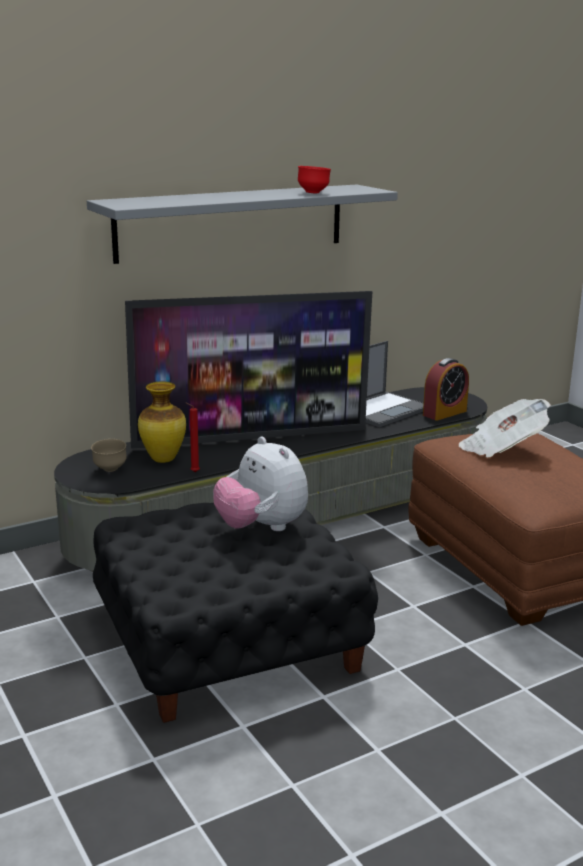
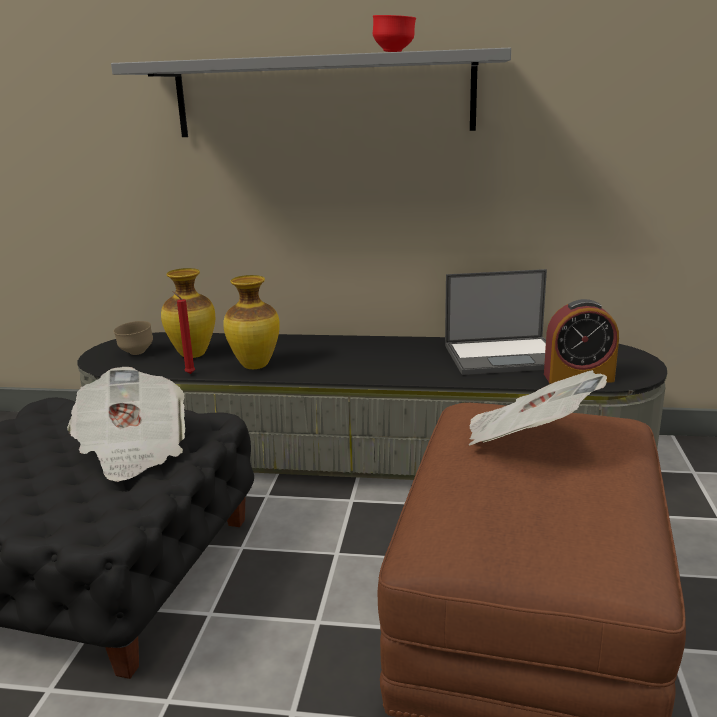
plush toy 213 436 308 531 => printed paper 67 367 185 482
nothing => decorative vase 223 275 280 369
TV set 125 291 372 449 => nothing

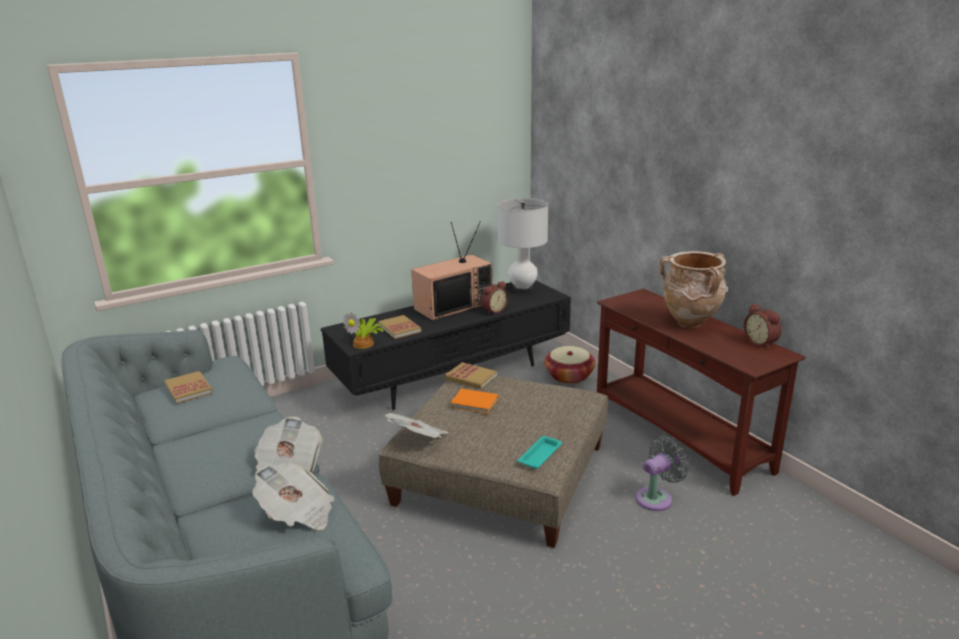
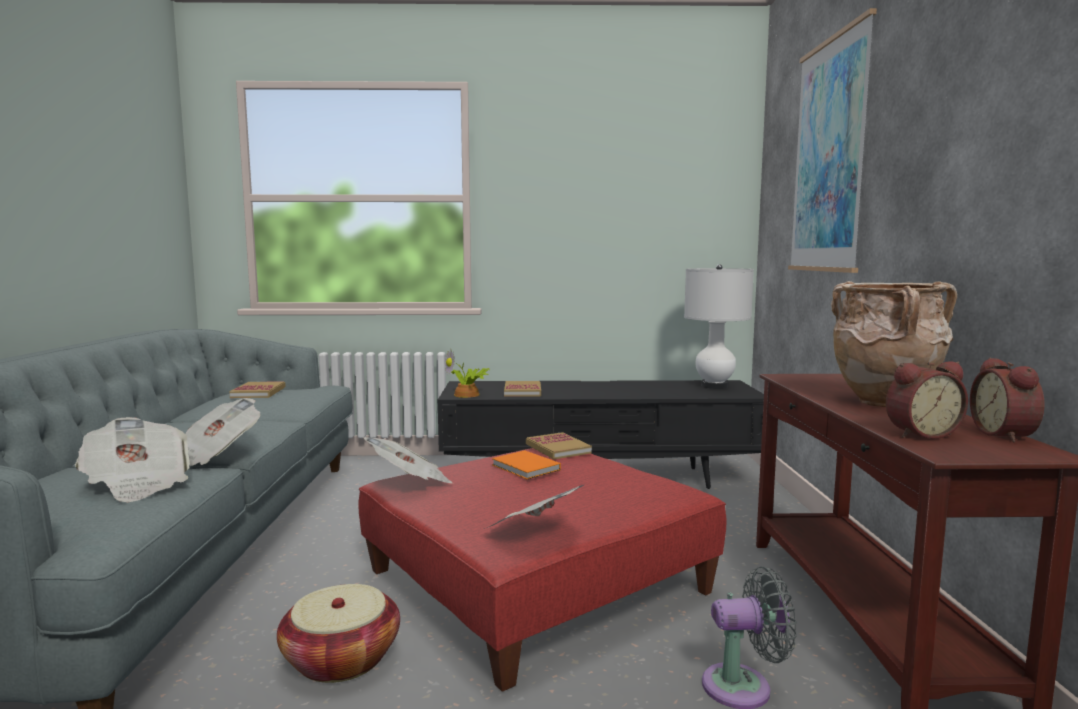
storage basket 544 346 595 384 => storage basket 277 584 400 683, shifted
footrest/sand-coloured 378 376 608 548 => footrest/red-coloured 358 448 727 692
tray/turquoise-coloured 517 436 562 469 => printed paper 484 485 584 529
nothing => wall picture 788 8 877 273
table clock 481 281 508 314 => table clock 886 361 968 439, shifted
TV set 411 221 493 321 => nothing

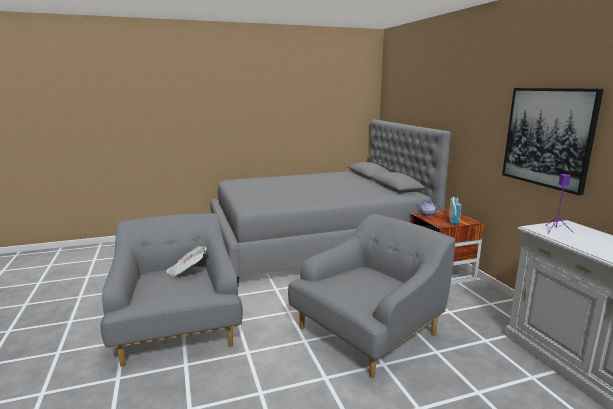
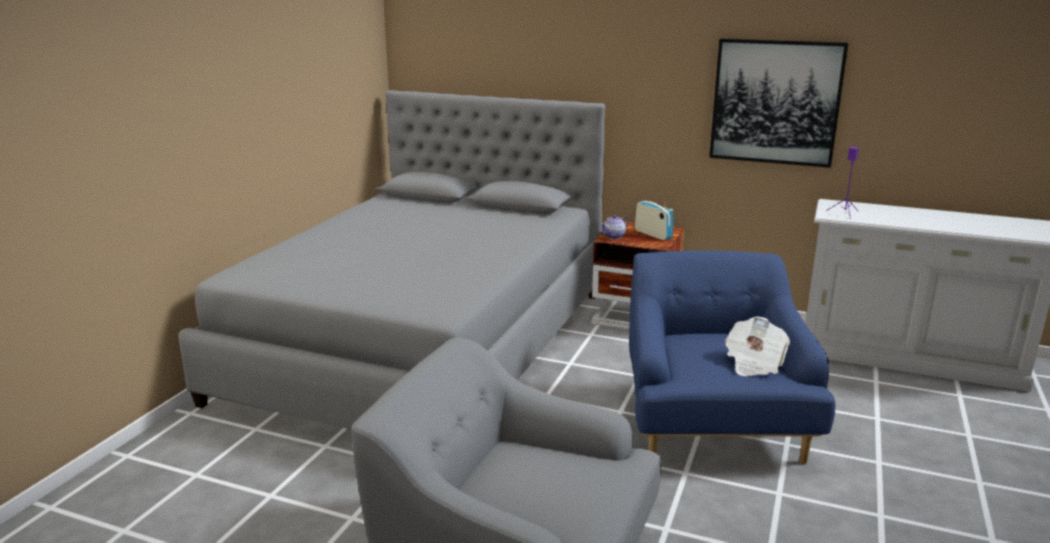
armchair/grey 288 214 455 378 => armchair/blue-coloured 629 251 835 464
printed paper 166 246 207 277 => printed paper 725 317 790 376, shifted

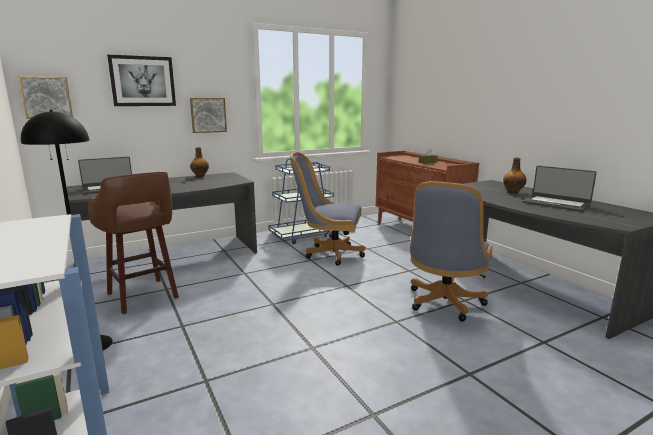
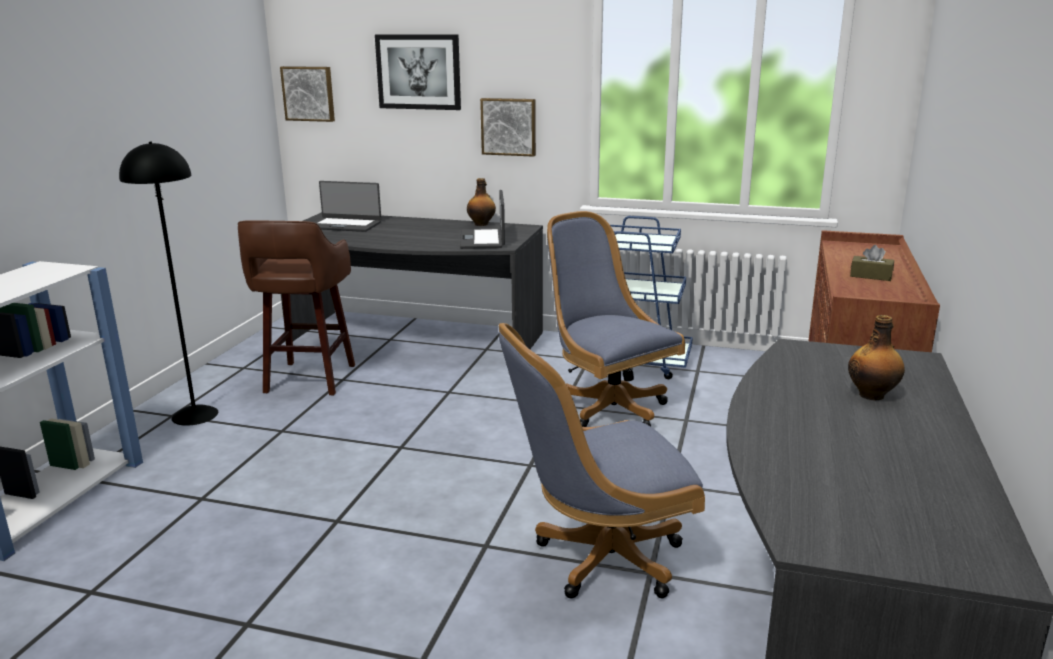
notebook computer 522 166 597 212 => notebook computer 460 190 505 249, shifted

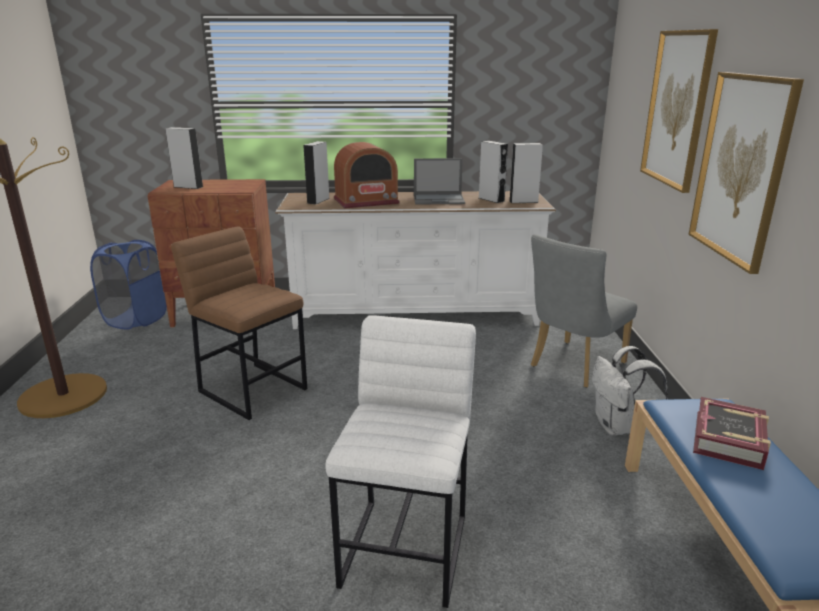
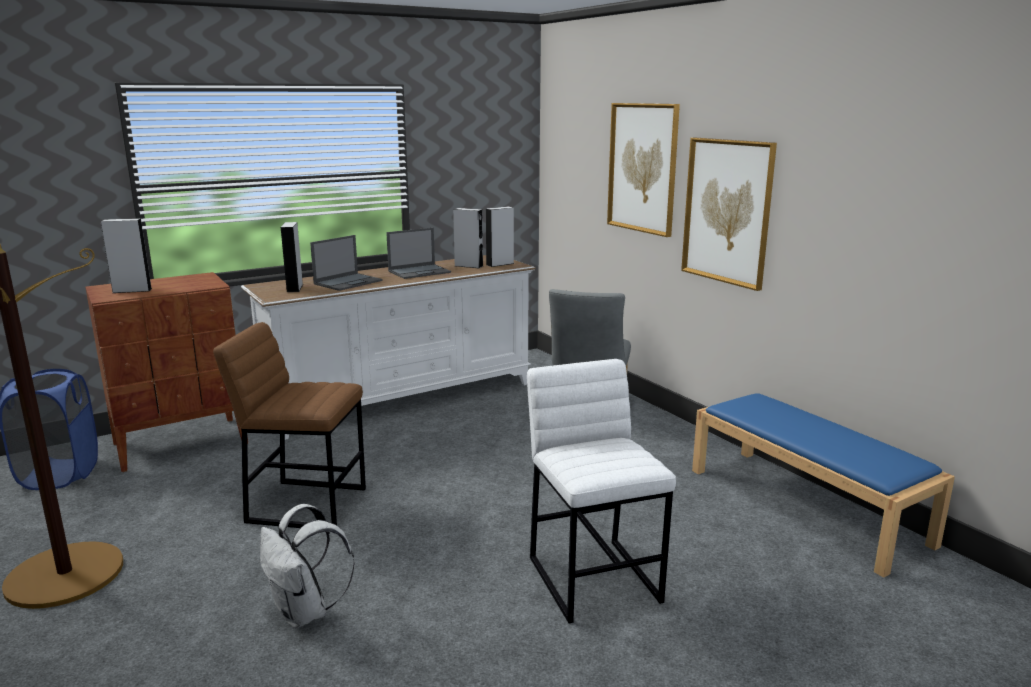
rucksack/whitish 592 346 668 436 => rucksack/whitish 260 504 355 628, shifted
radio receiver 334 142 400 209 => notebook computer 310 235 382 291
bound book 693 397 771 470 => nothing

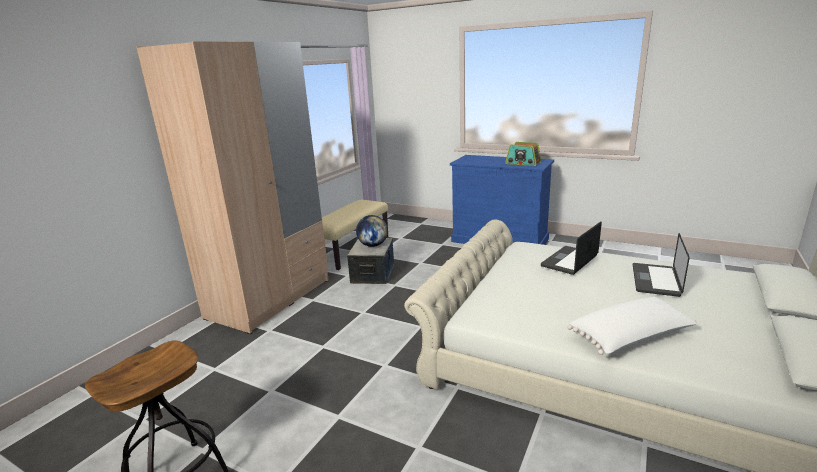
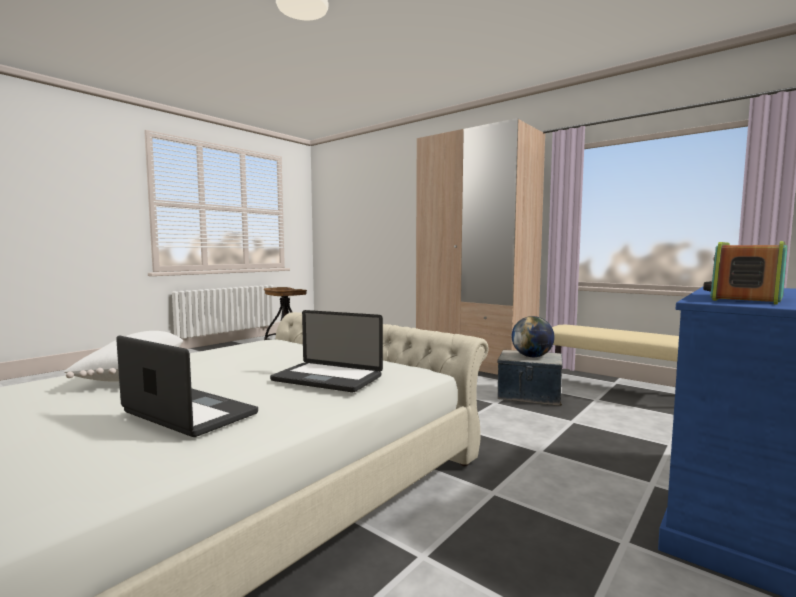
notebook computer 541 221 602 275 => notebook computer 270 310 383 392, 150 degrees clockwise

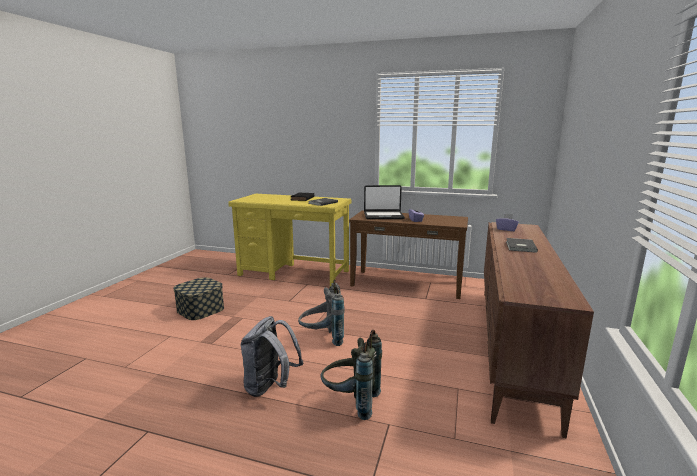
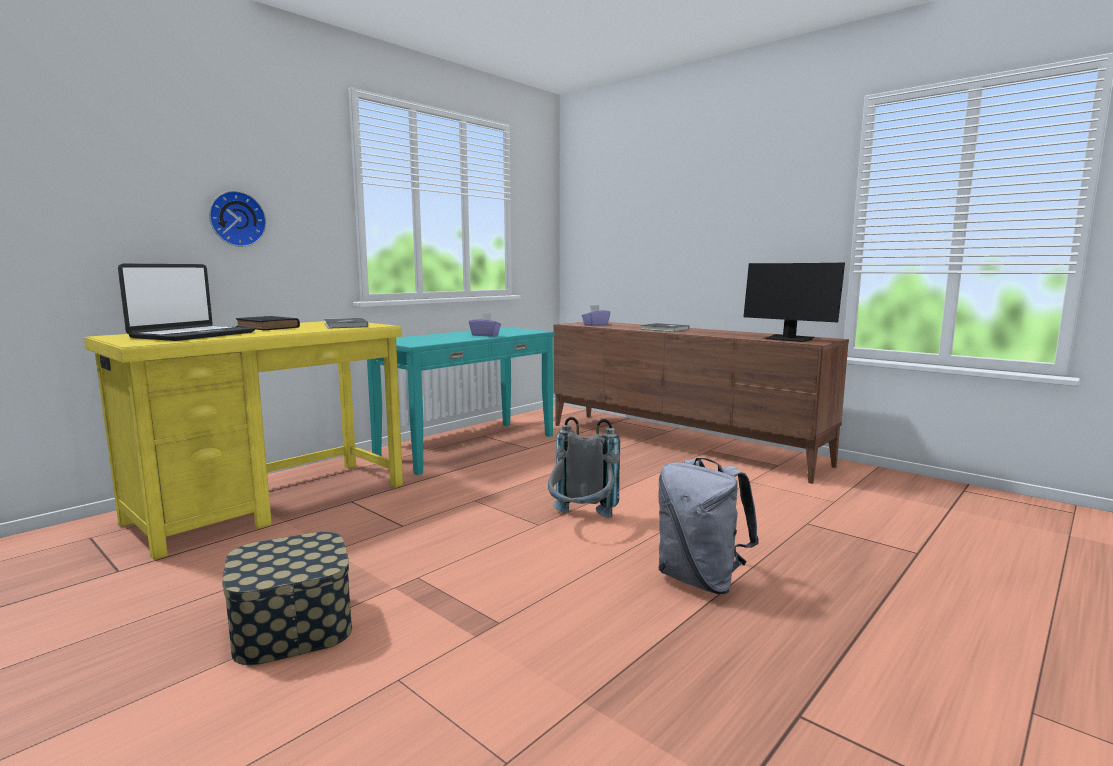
notebook computer 364 185 405 219 => notebook computer 118 264 255 341, shifted
nothing => wall clock 209 191 266 247
console table/brown-coloured 349 210 468 299 => console table/turquoise-coloured 367 327 554 475
nothing => monitor 744 263 845 342
rucksack/grey 320 330 382 420 => nothing

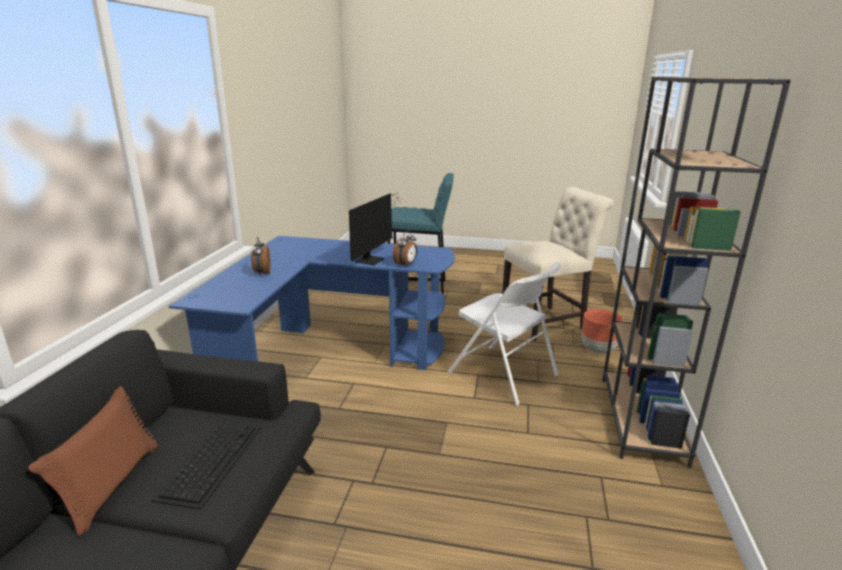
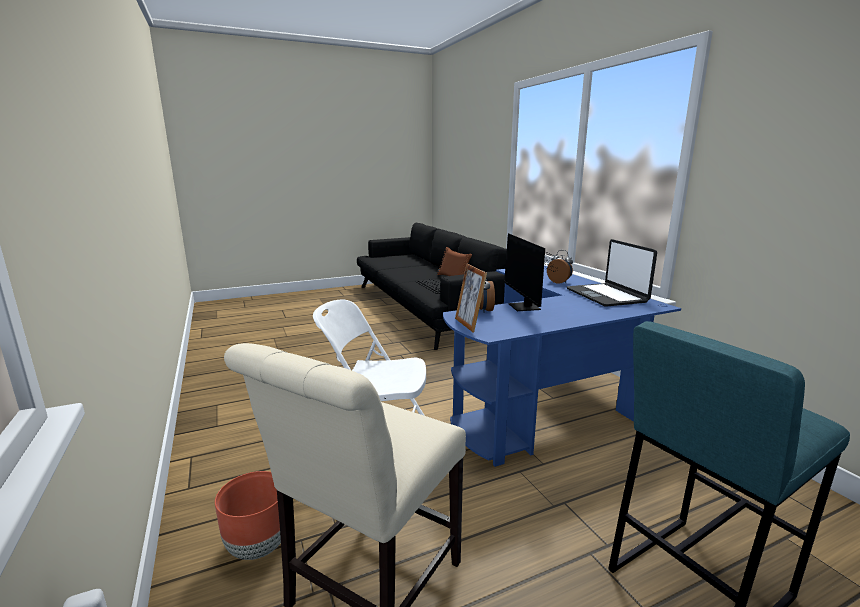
nothing => photo frame 455 264 487 332
nothing => notebook computer 567 239 657 307
shelving unit 602 77 791 468 => nothing

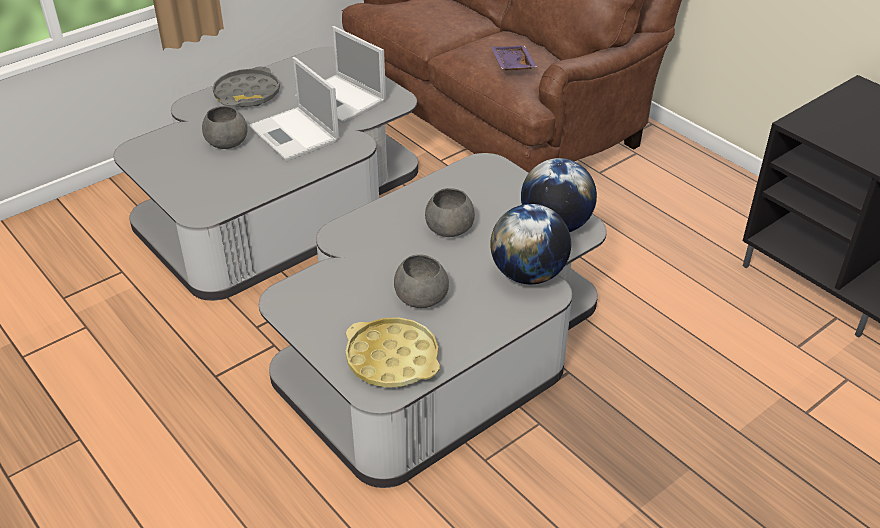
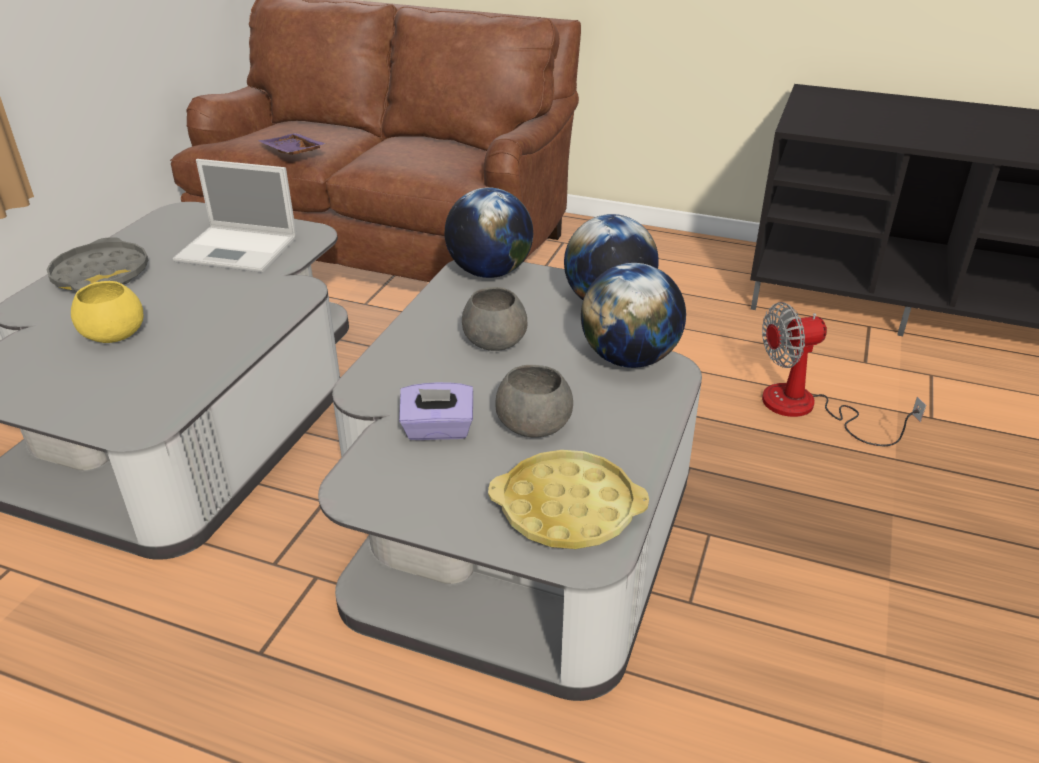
deep dish/grey 202 106 248 149 => deep dish/yellowish 71 281 144 343
tray/purple-coloured 491 45 537 71 => tray/purple-coloured 259 133 326 155, shifted
nothing => tissue box/purple-coloured 399 382 473 440
nothing => world globe 445 187 533 278
nothing => cooling fan 762 302 926 446
notebook computer 248 57 339 161 => nothing

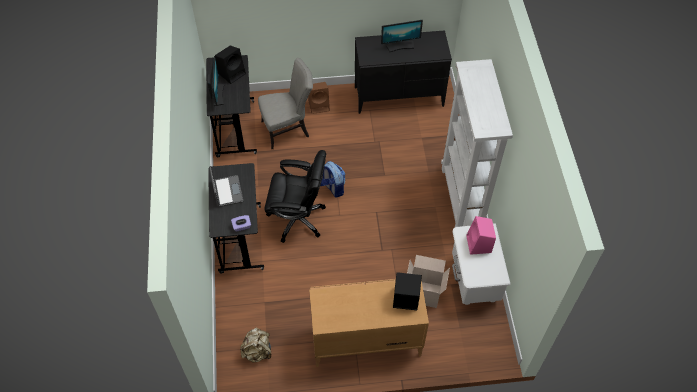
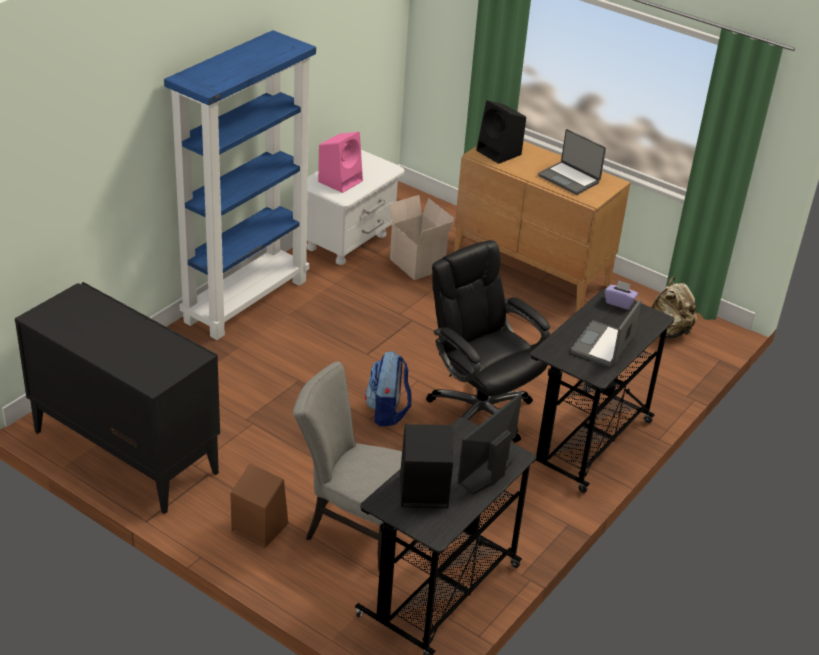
shelving unit/whitish 441 59 513 227 => shelving unit/blue-coloured 164 30 316 340
nothing => notebook computer 538 129 606 195
monitor 381 20 423 52 => nothing

